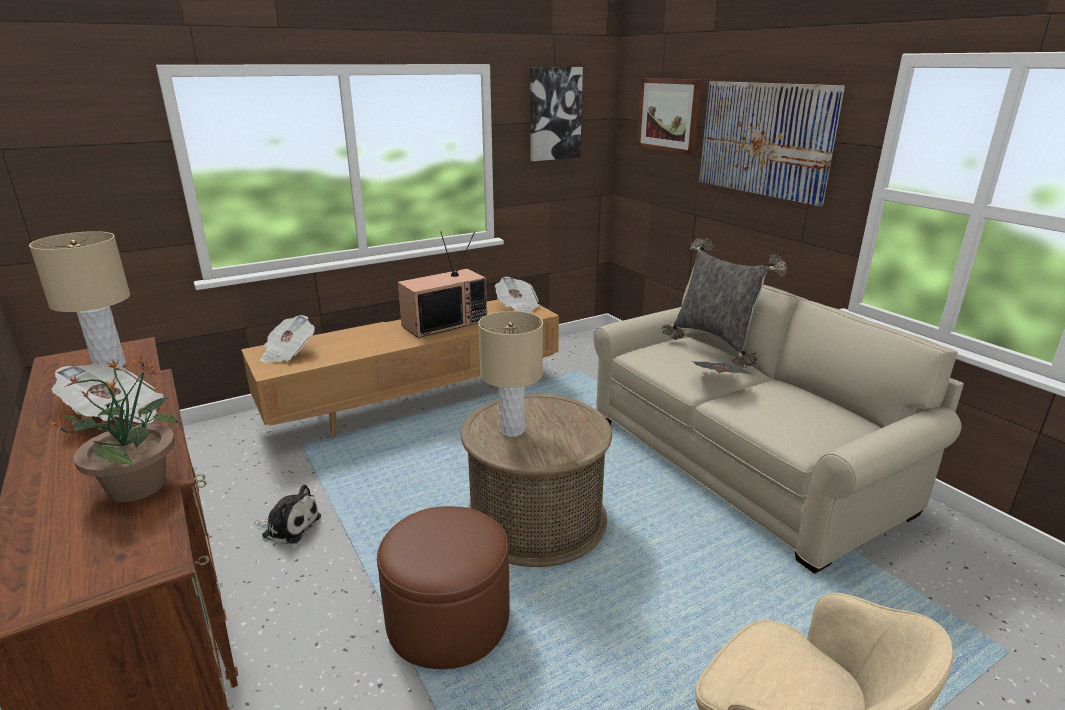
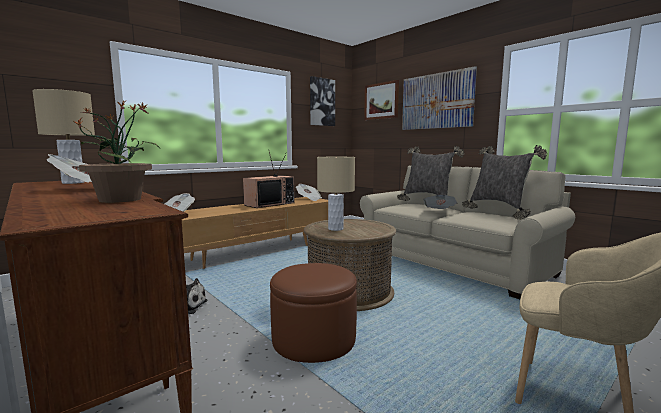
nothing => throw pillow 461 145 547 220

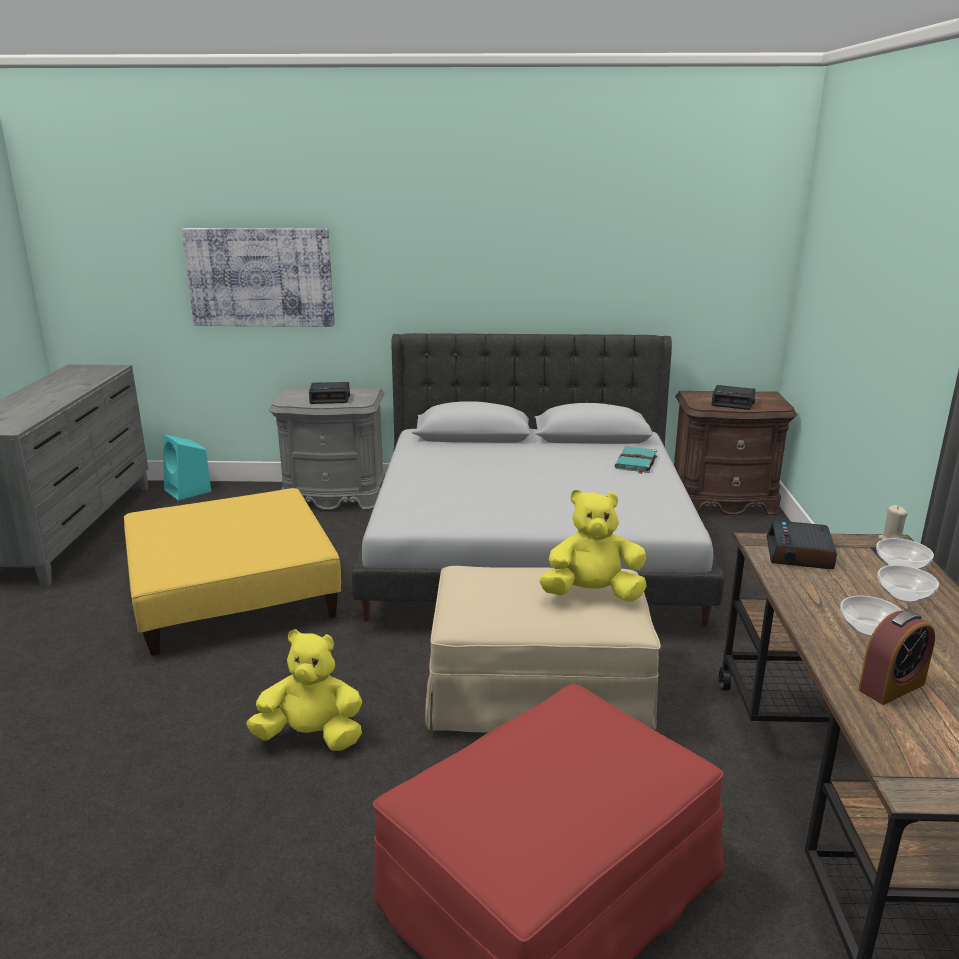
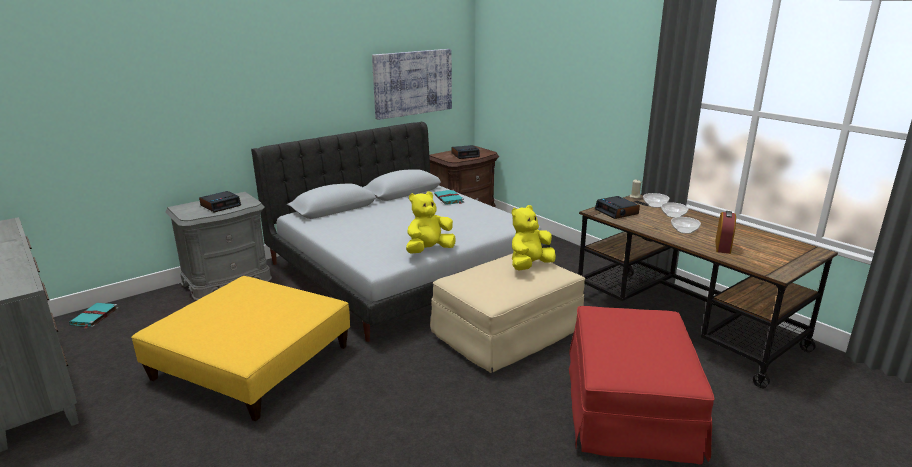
speaker/turquoise-coloured 163 434 211 501 => bound book/turquoise-coloured 69 303 118 328
wall picture 182 228 335 327 => wall picture 372 49 452 120, shifted
plush toy/yellowish 246 629 362 751 => plush toy/yellowish 406 191 455 254, shifted

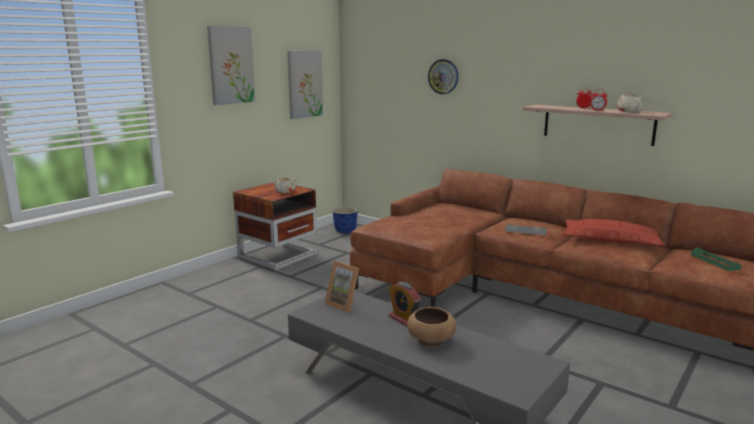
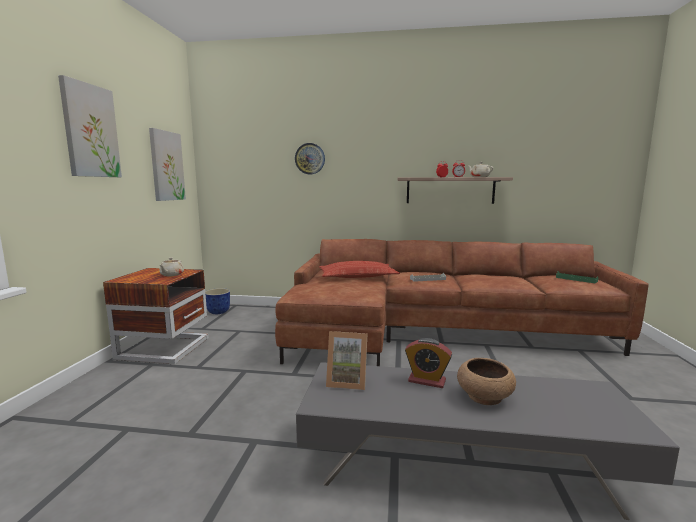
throw pillow 561 219 666 246 => throw pillow 319 261 400 278, shifted

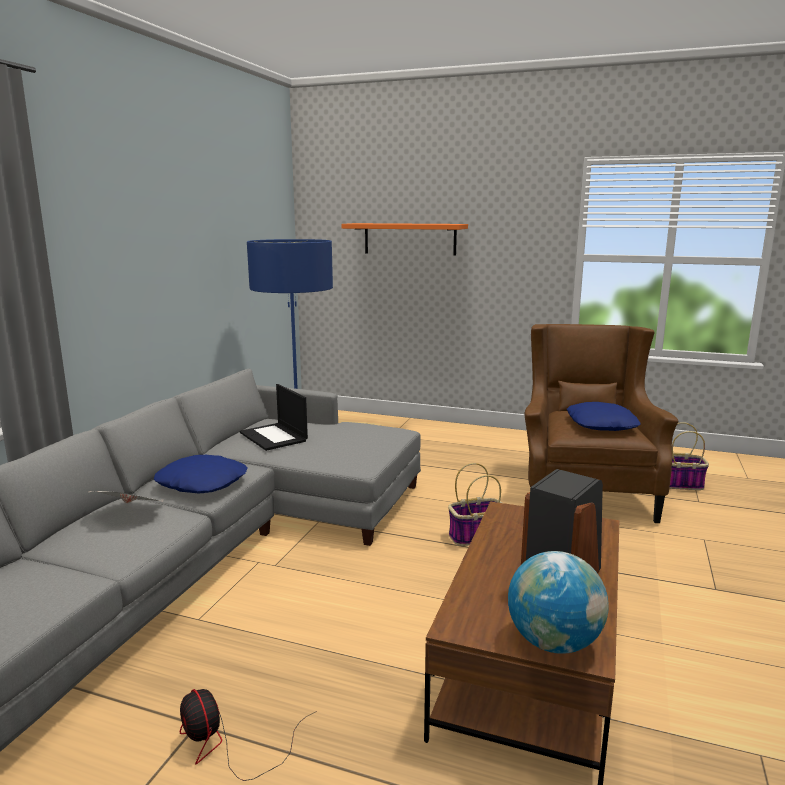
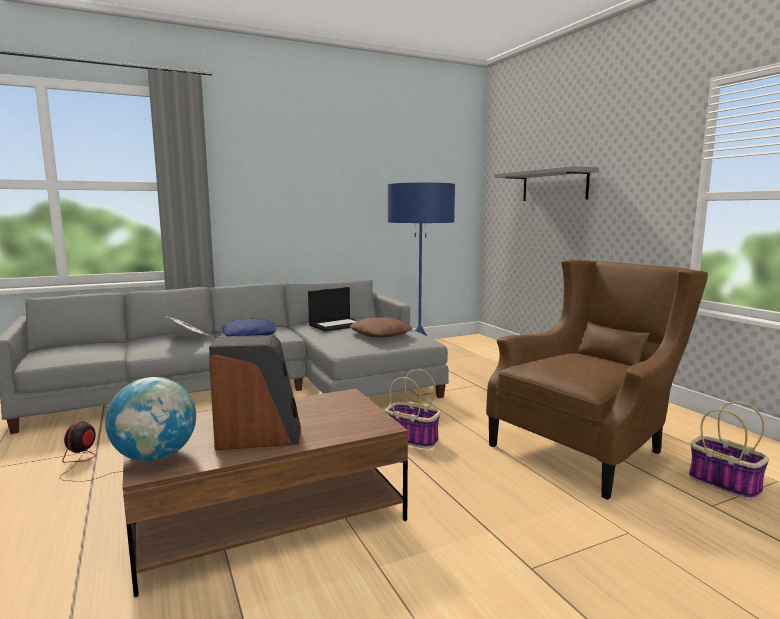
notebook computer 240 384 308 451 => notebook computer 308 287 358 332, 135 degrees counterclockwise
nothing => throw pillow/brown-coloured 350 317 412 338
shelf/orangey 342 223 468 255 => shelf/grey 494 166 599 201
throw pillow/blue-coloured 567 402 641 431 => nothing

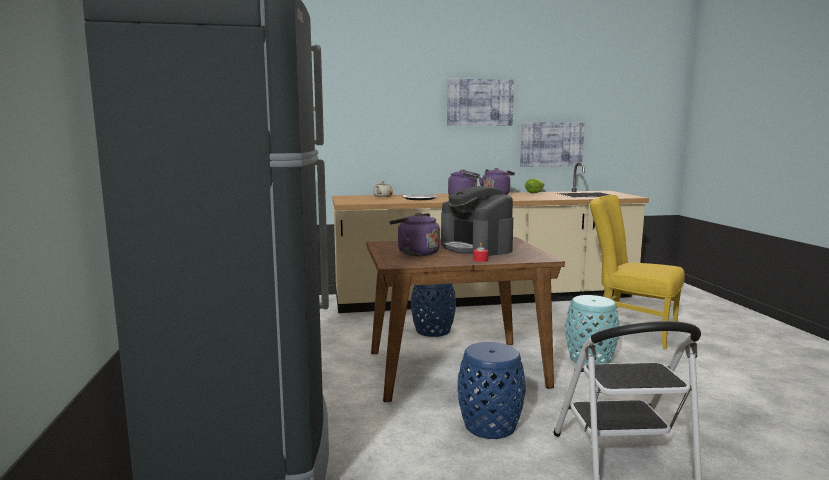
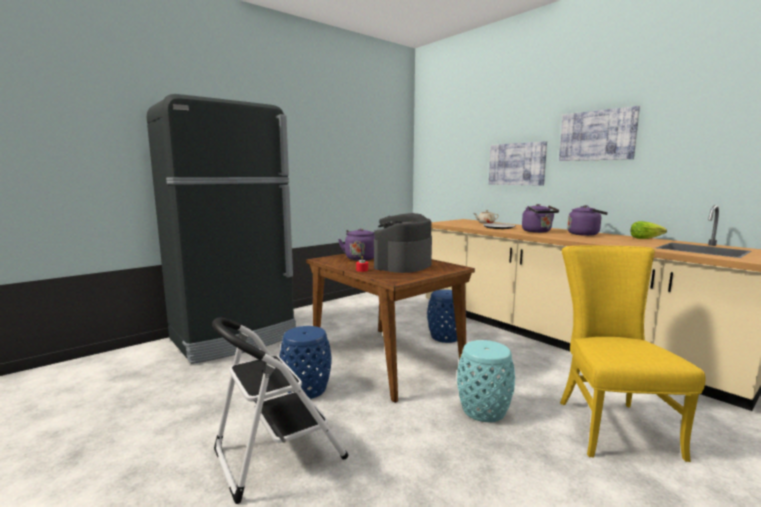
wall picture 520 122 584 167 => wall picture 489 141 547 186, shifted

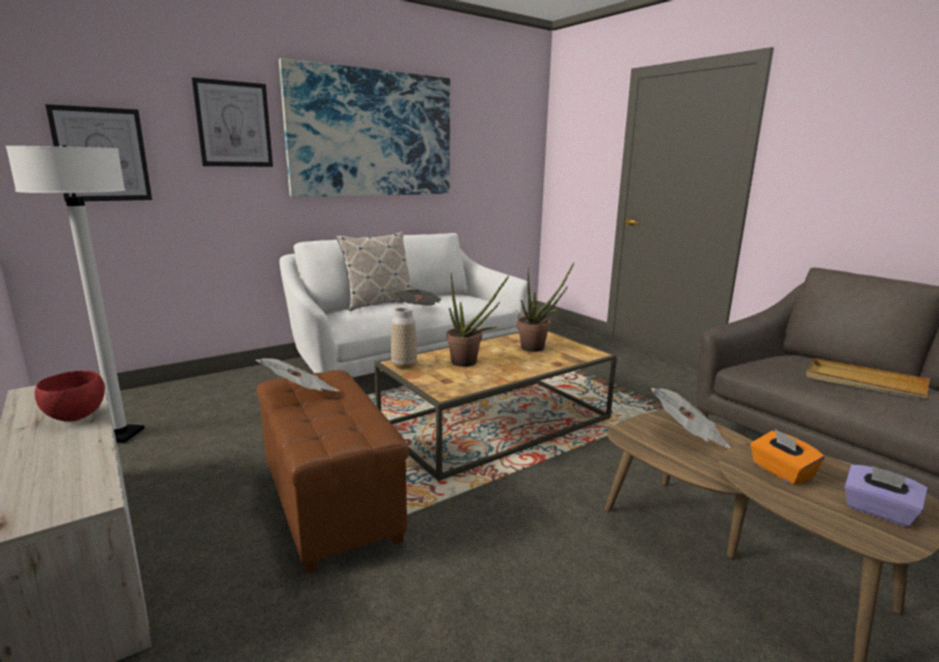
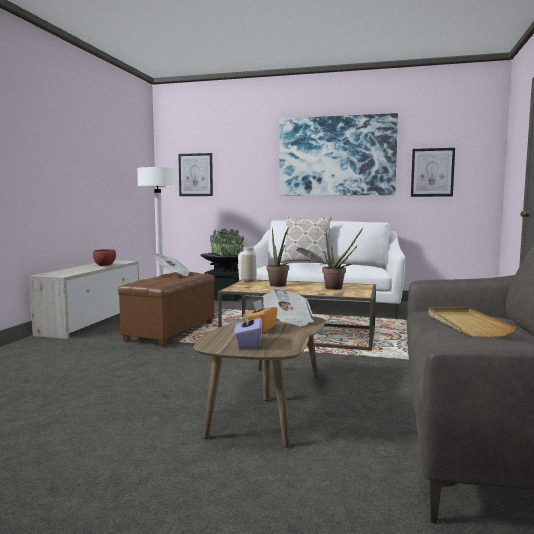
nothing => plant pot/black 200 229 244 301
wall picture 192 77 273 167 => wall picture 411 148 455 197, shifted

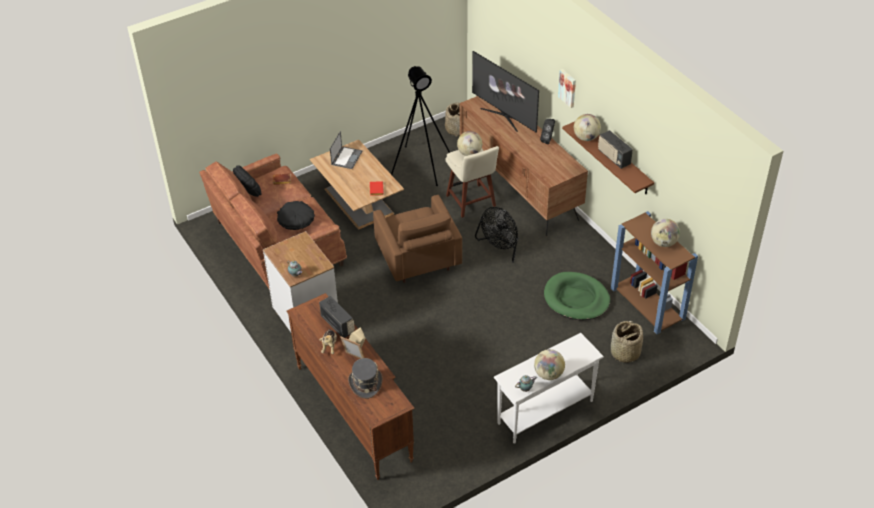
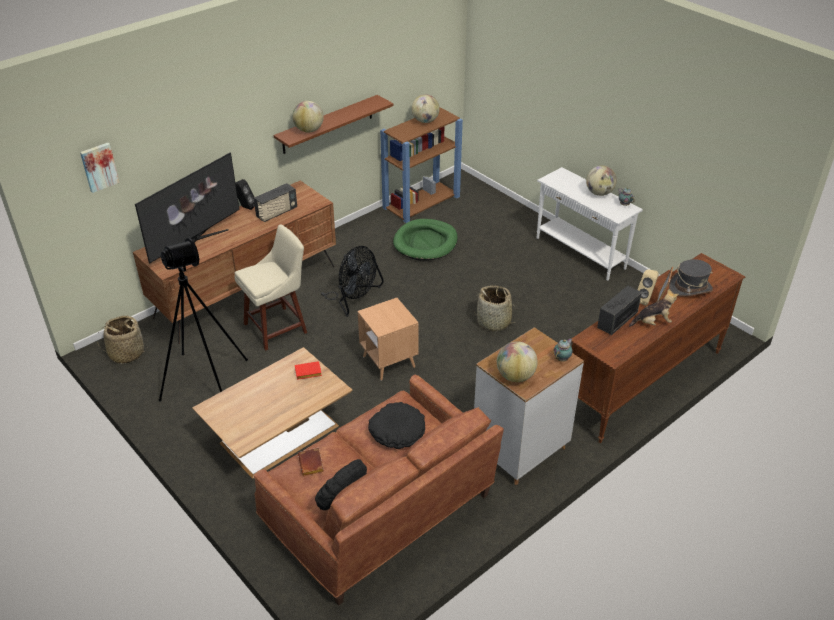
wall picture 558 69 576 108 => wall picture 80 143 120 193, shifted
radio receiver 598 130 633 169 => radio receiver 254 183 297 222, shifted
armchair/brown-coloured 373 195 462 283 => accent table/brown-coloured 358 298 419 381
storage basket 611 321 643 363 => storage basket 474 286 519 331, shifted
world globe 457 131 482 156 => world globe 497 341 538 382, shifted
notebook computer 330 131 362 169 => nothing

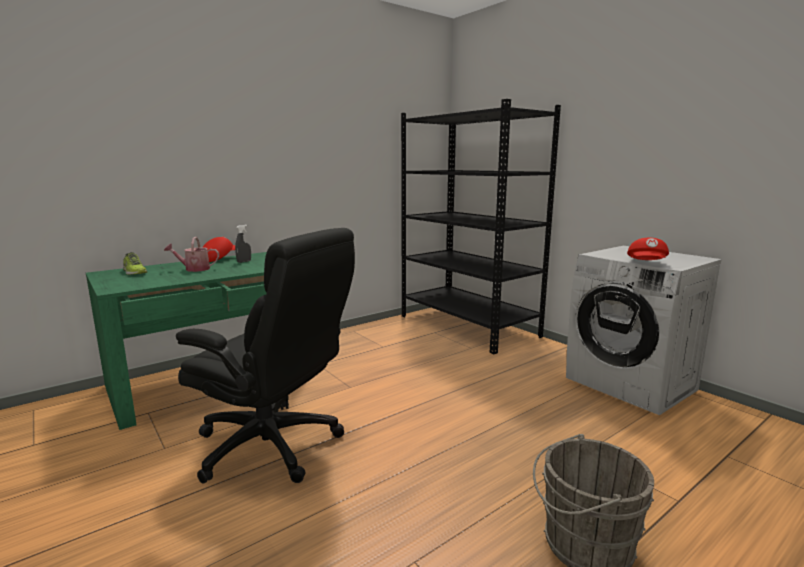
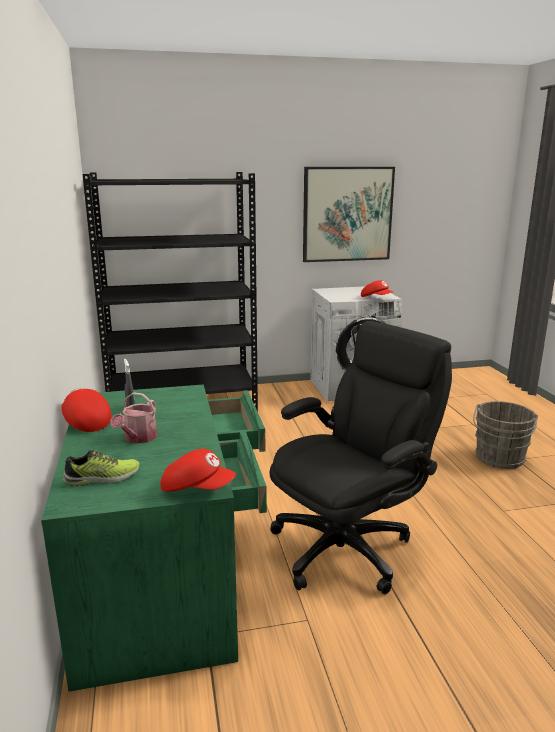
nothing => peaked cap/red-coloured 161 449 236 492
nothing => wall picture 303 167 395 262

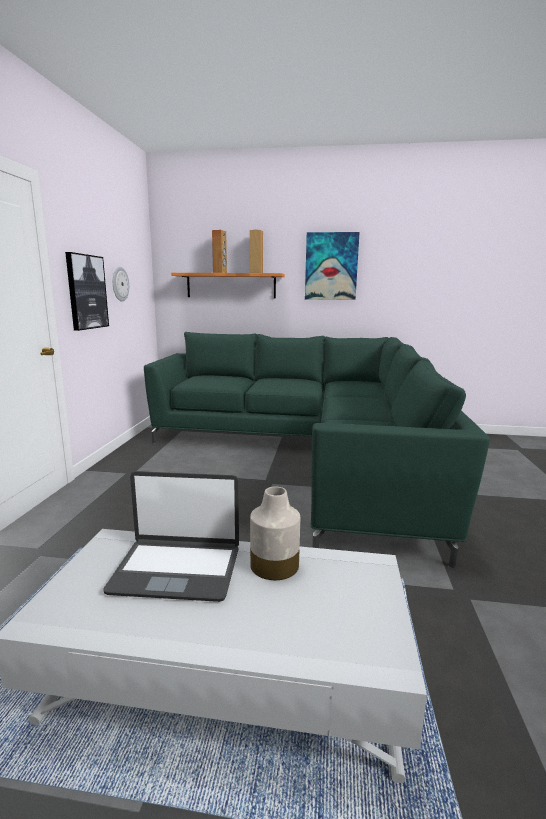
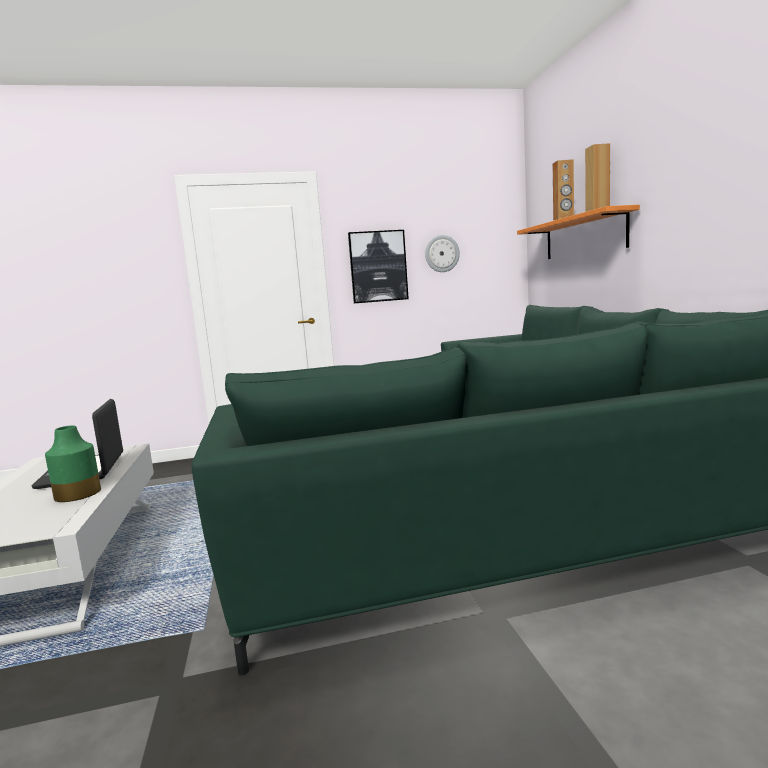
decorative vase/sand-coloured 250 486 300 580 => decorative vase/greenish 45 425 101 502
wall picture 305 232 360 300 => nothing

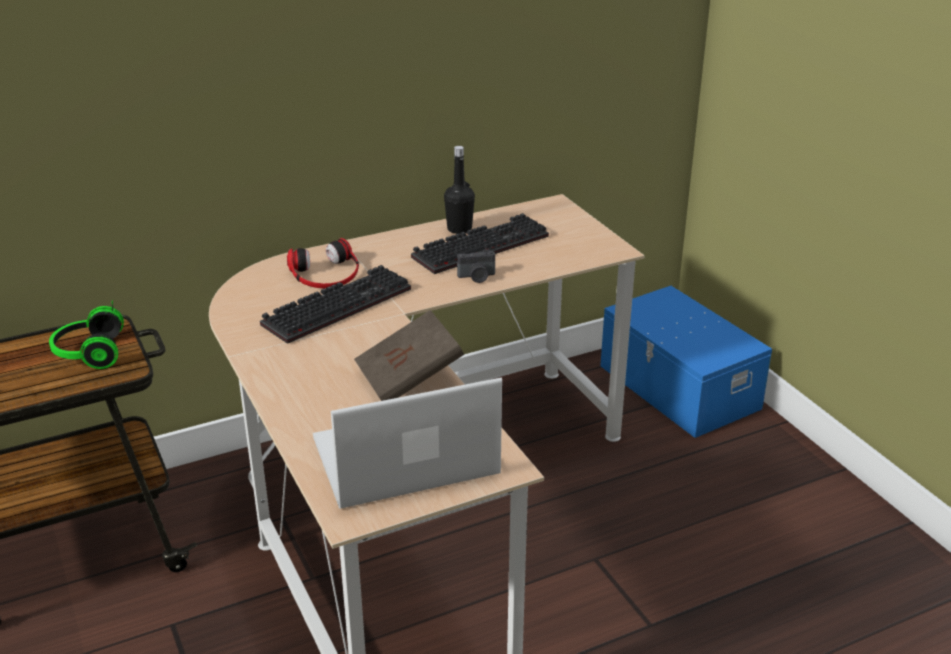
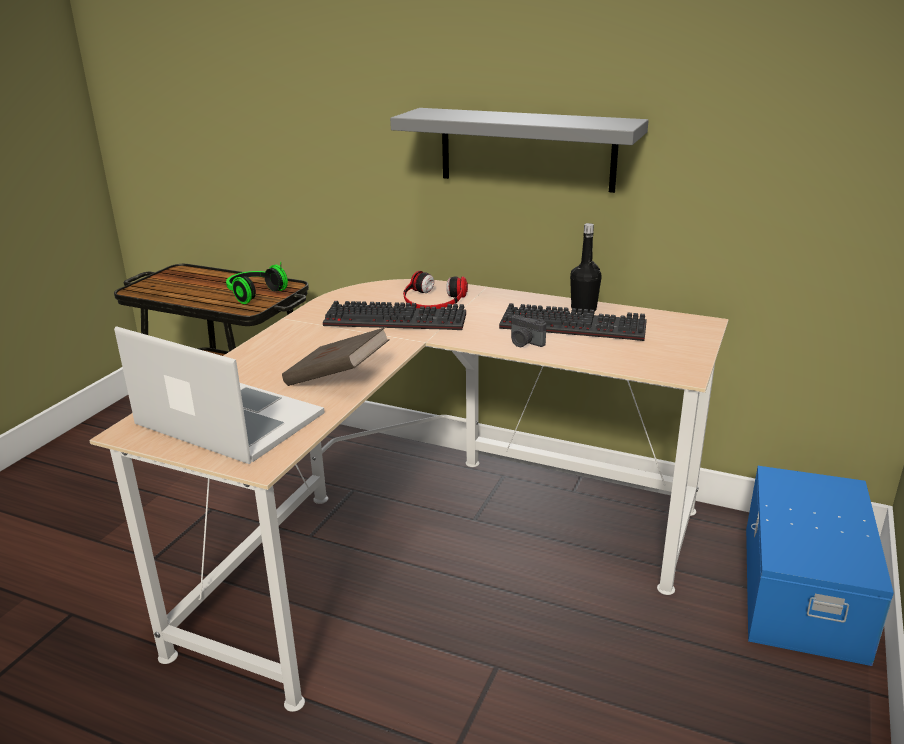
nothing => shelf/grey 390 108 649 193

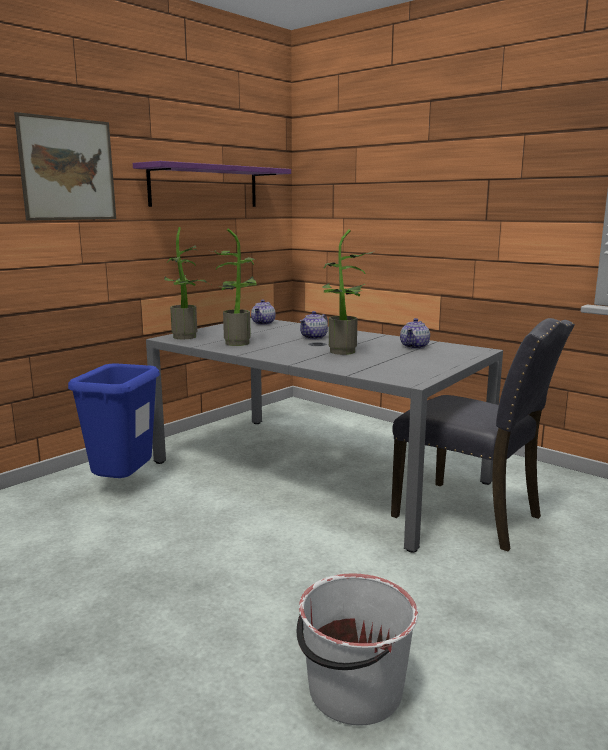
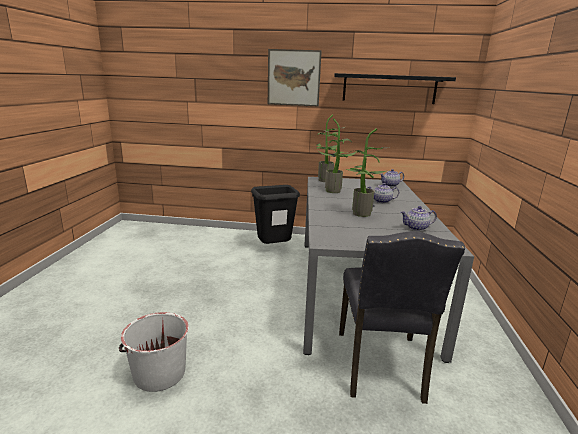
waste bin/blue-coloured 68 363 160 478 => waste bin/black 251 185 300 244
shelf/purple-coloured 133 161 291 207 => shelf/black 334 73 456 104

